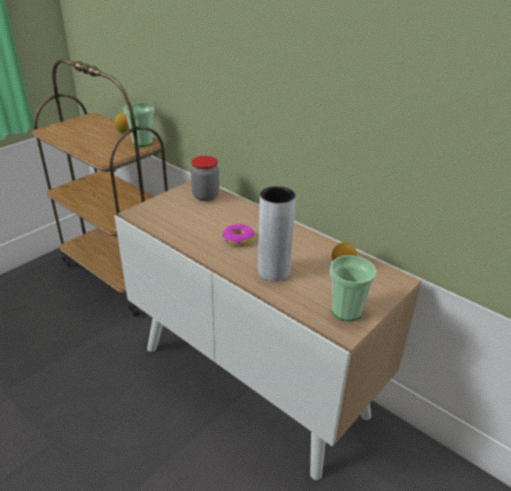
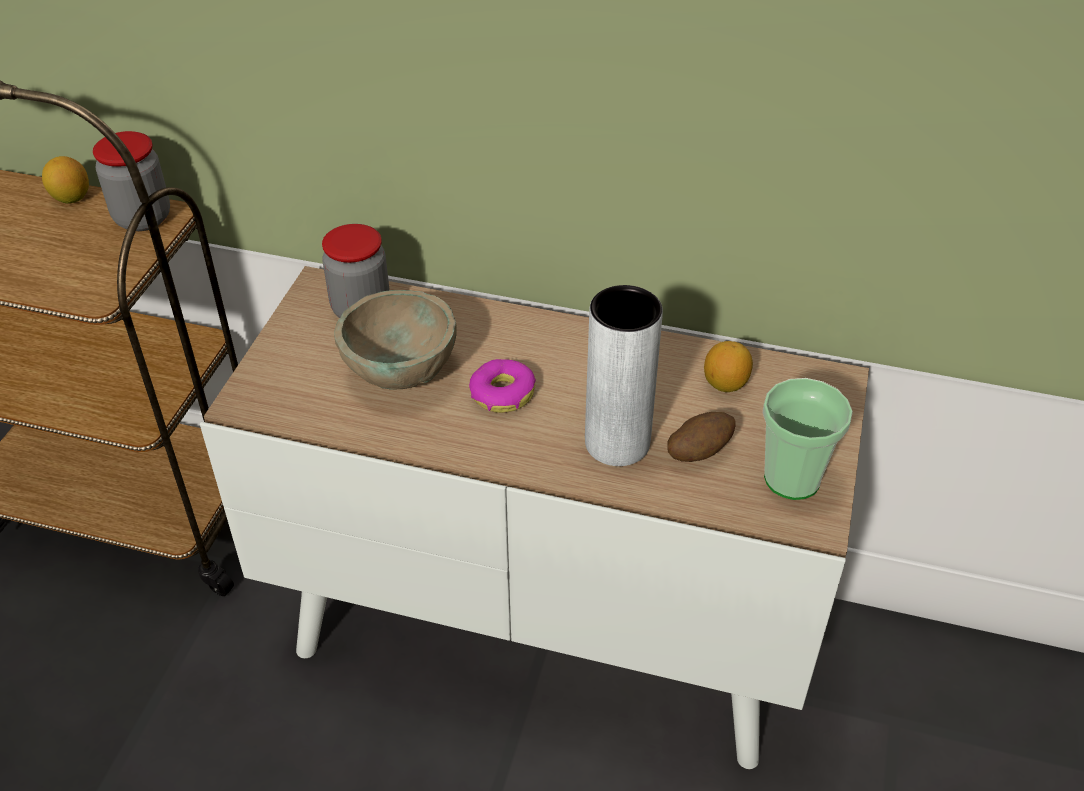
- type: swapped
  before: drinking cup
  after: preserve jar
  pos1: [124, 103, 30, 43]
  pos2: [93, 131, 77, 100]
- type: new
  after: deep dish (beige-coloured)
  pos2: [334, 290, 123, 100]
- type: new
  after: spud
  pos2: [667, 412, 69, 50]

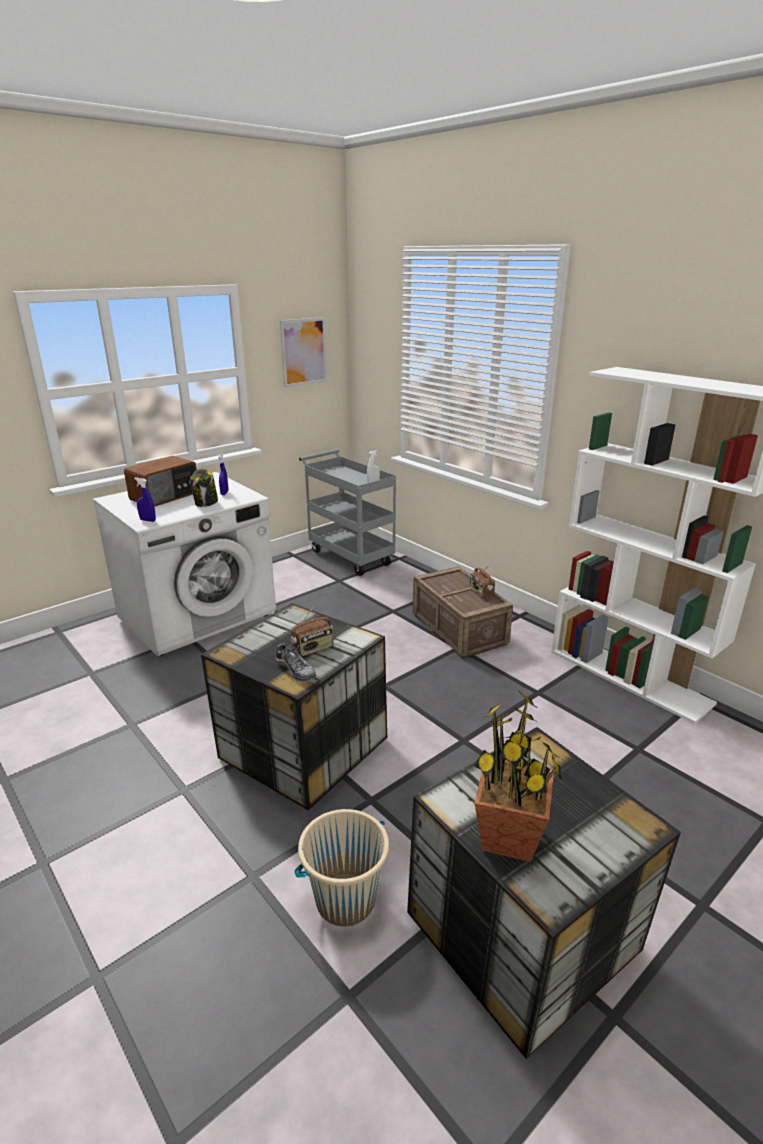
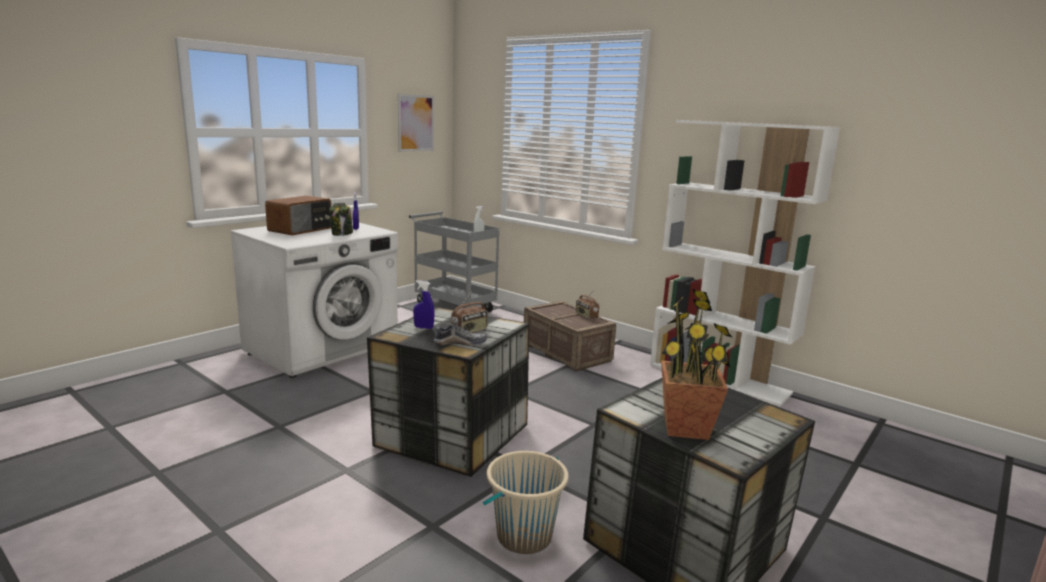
- type: shifted
  before: hand sprayer (bluish)
  pos1: [134, 478, 22, 44]
  pos2: [413, 280, 21, 49]
- type: rotated
  before: low shoe
  pos1: [275, 641, 41, 41]
  pos2: [434, 318, 53, 28]
  turn: -45

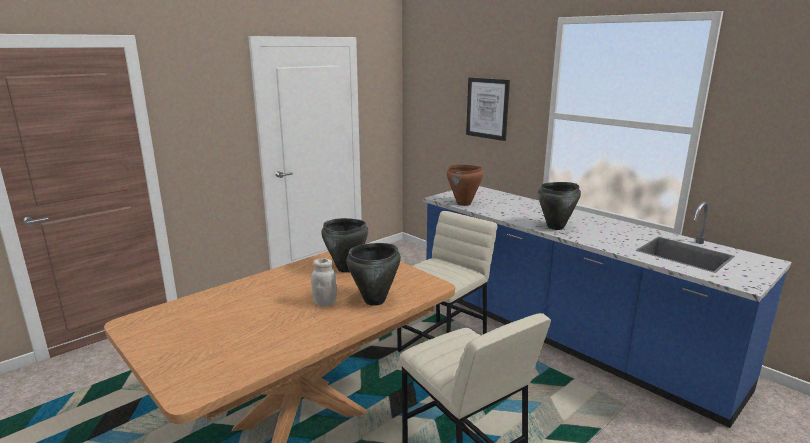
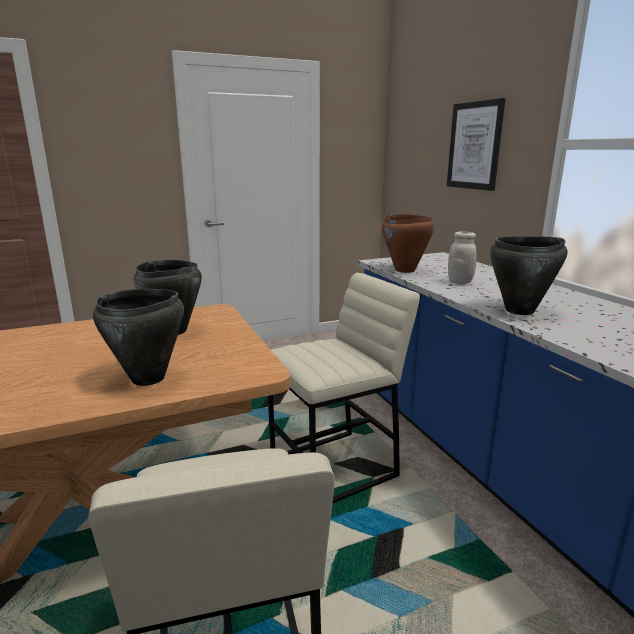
- type: shifted
  before: preserve jar (white)
  pos1: [311, 258, 26, 49]
  pos2: [448, 231, 29, 53]

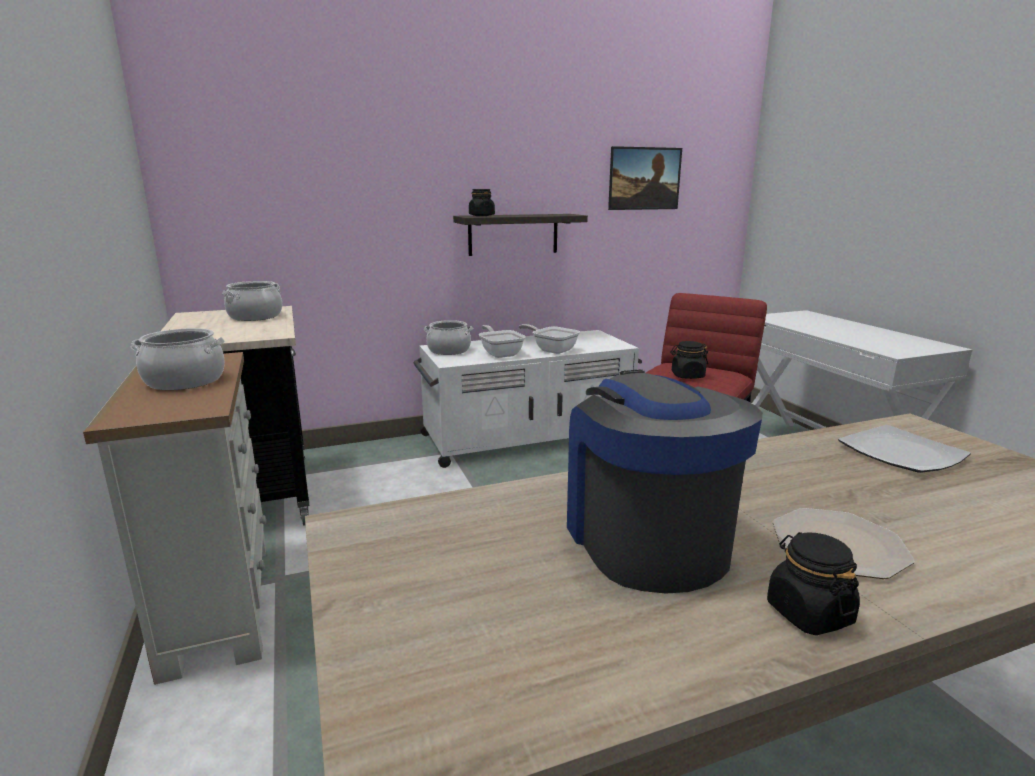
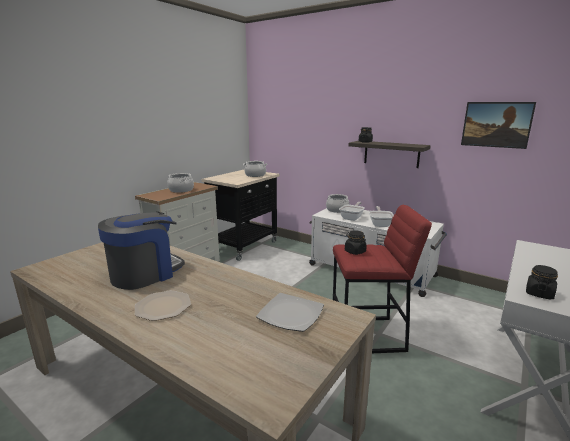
- type: shifted
  before: preserve jar (black)
  pos1: [767, 532, 93, 103]
  pos2: [526, 265, 32, 34]

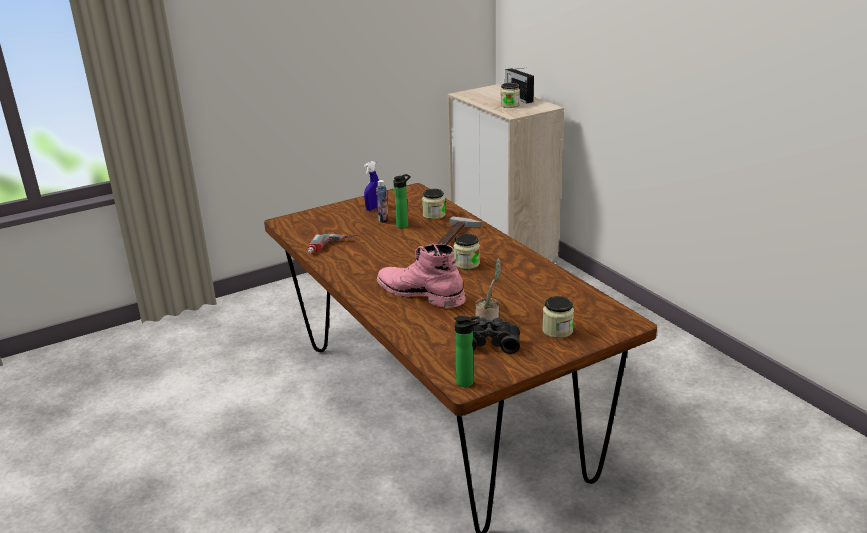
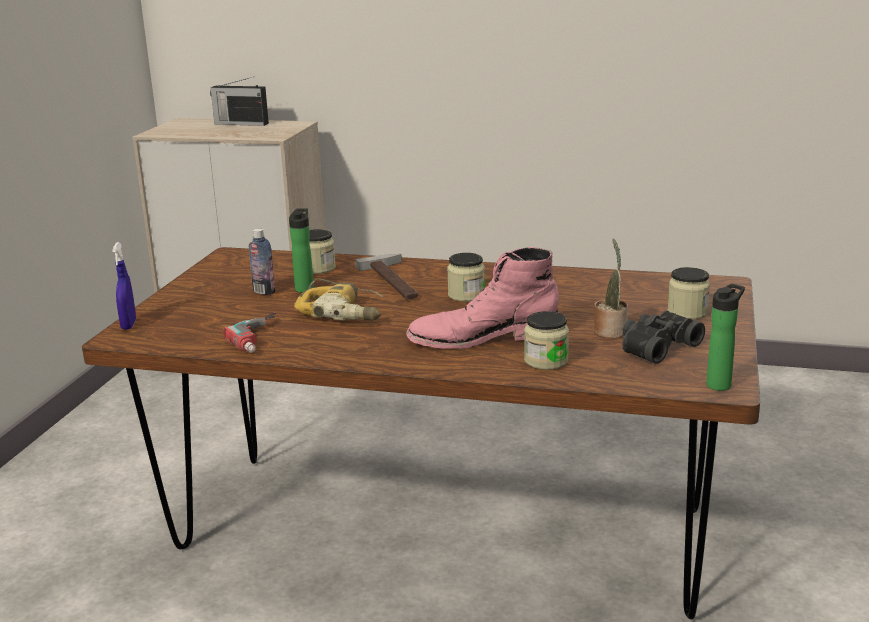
- type: shifted
  before: hand sprayer (bluish)
  pos1: [364, 161, 15, 50]
  pos2: [112, 242, 24, 88]
- type: new
  after: electric drill
  pos2: [294, 279, 89, 42]
- type: shifted
  before: preserve jar
  pos1: [500, 83, 20, 25]
  pos2: [524, 311, 45, 59]

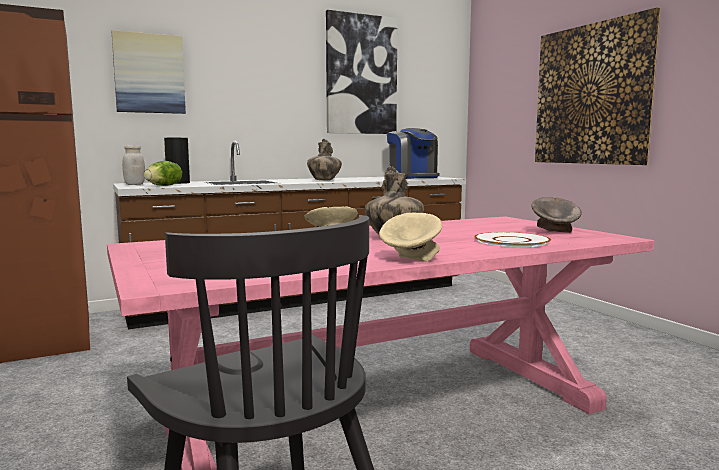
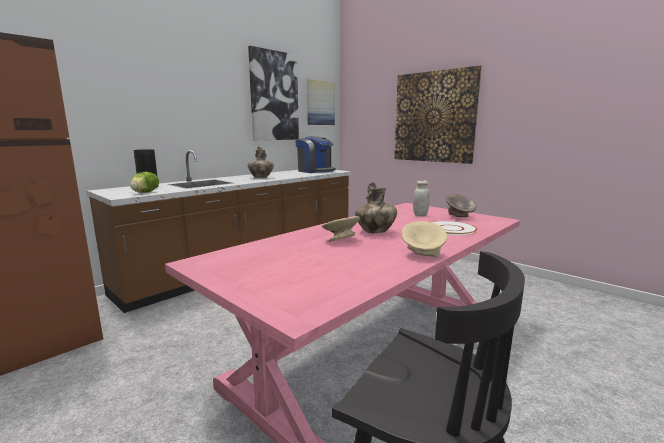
- type: shifted
  before: picture
  pos1: [112, 30, 74, 84]
  pos2: [307, 79, 28, 46]
- type: shifted
  before: preserve jar (white)
  pos1: [122, 145, 23, 40]
  pos2: [413, 180, 16, 36]

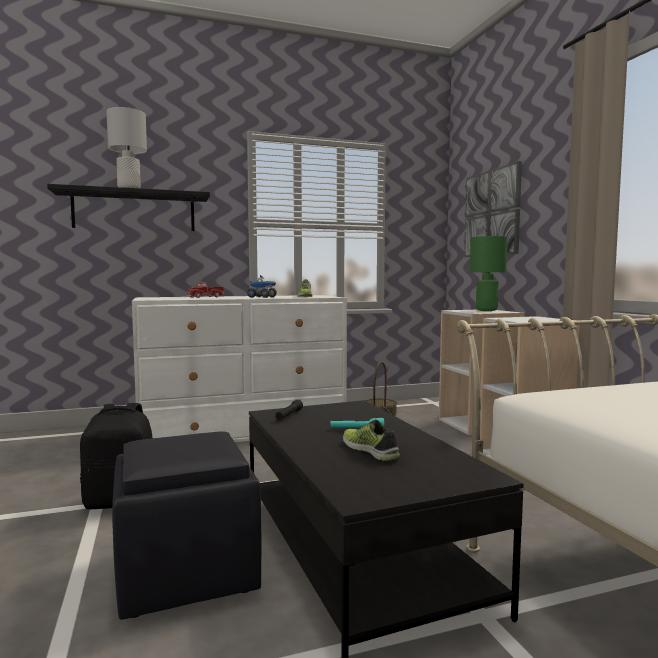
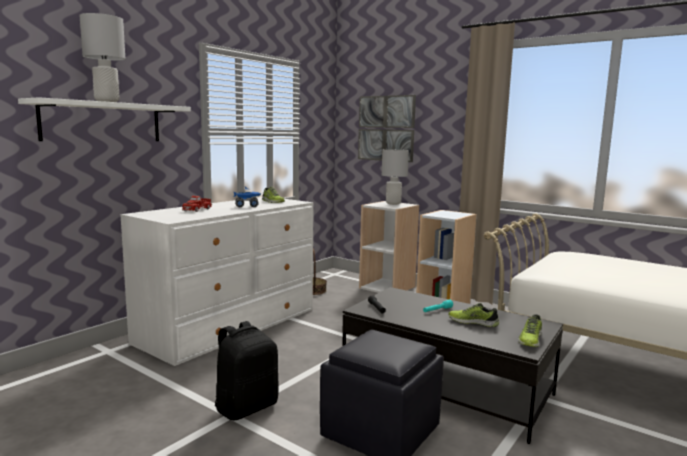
- type: repainted
  before: bracket shelf (black)
  after: bracket shelf (white)
  pos1: [47, 184, 163, 47]
  pos2: [18, 97, 173, 44]
- type: repainted
  before: tabletop lamp (green-coloured)
  after: tabletop lamp (greyish)
  pos1: [470, 236, 38, 75]
  pos2: [382, 149, 27, 56]
- type: new
  after: low shoe
  pos2: [518, 314, 24, 33]

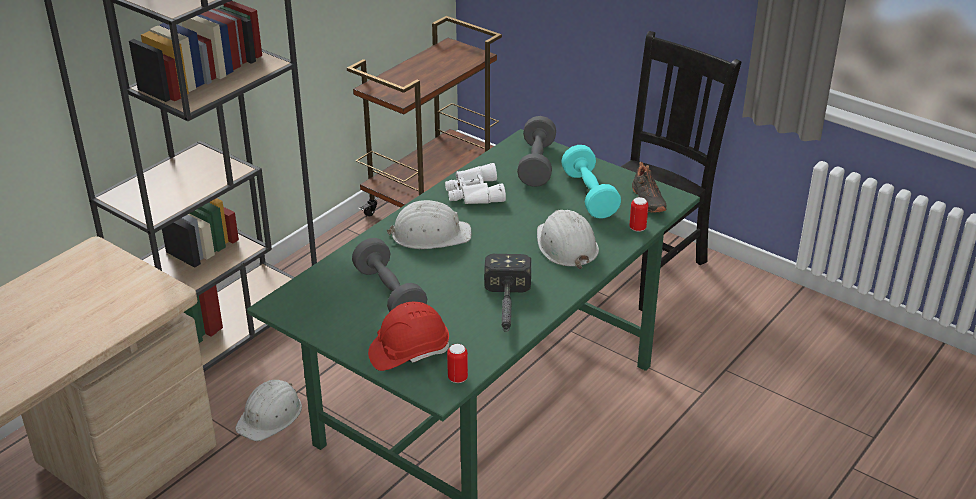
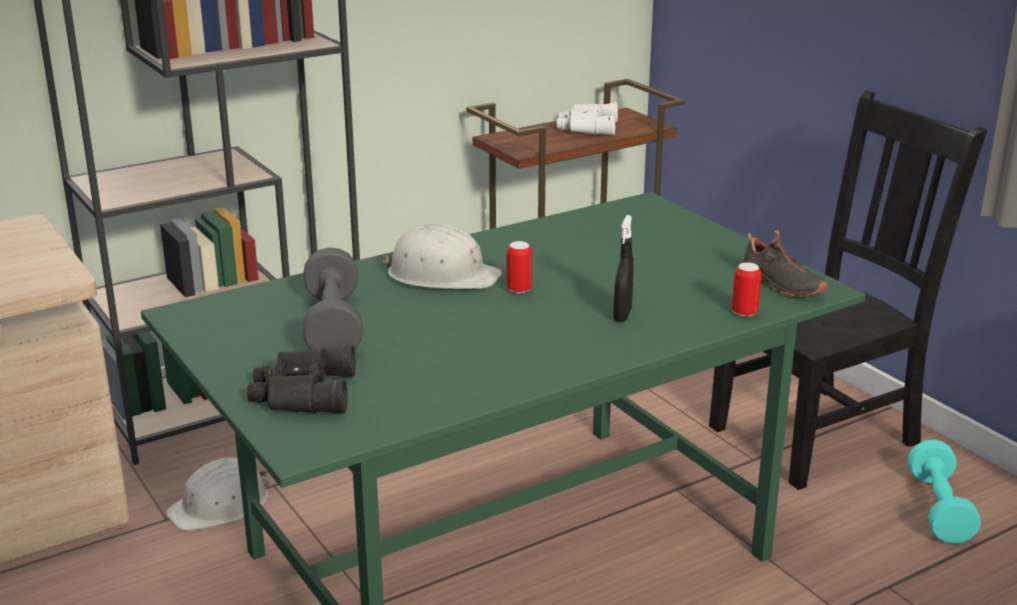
- type: swapped
  before: hard hat (red)
  after: field glasses (black)
  pos1: [368, 302, 81, 69]
  pos2: [247, 344, 109, 69]
- type: shifted
  before: can
  pos1: [447, 344, 21, 39]
  pos2: [507, 241, 25, 53]
- type: shifted
  before: field glasses (white)
  pos1: [445, 163, 61, 41]
  pos2: [557, 103, 61, 32]
- type: swapped
  before: hard hat (white)
  after: hand sprayer (black)
  pos1: [537, 210, 62, 59]
  pos2: [614, 215, 19, 107]
- type: rotated
  before: low shoe (black)
  pos1: [632, 162, 34, 50]
  pos2: [742, 230, 85, 67]
  turn: -45
- type: shifted
  before: hand weight (turquoise-coloured)
  pos1: [561, 145, 60, 73]
  pos2: [908, 440, 73, 104]
- type: gone
  before: hand hammer
  pos1: [484, 254, 47, 78]
- type: gone
  before: hand weight (greyish)
  pos1: [517, 116, 39, 71]

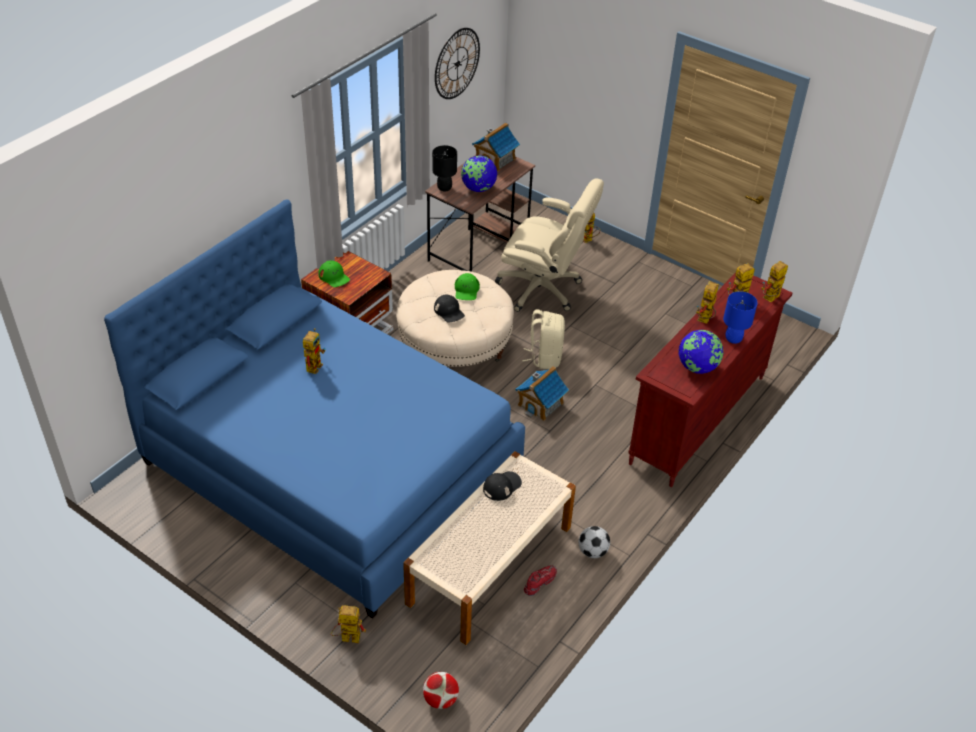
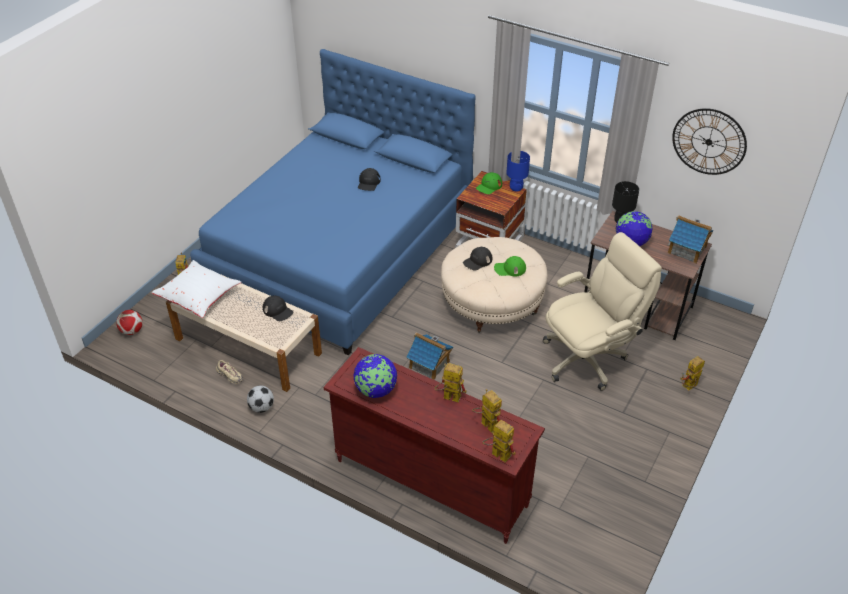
- type: new
  after: cushion (white)
  pos2: [152, 260, 89, 58]
- type: repainted
  before: low shoe (red)
  after: low shoe (beige-coloured)
  pos1: [524, 566, 33, 30]
  pos2: [216, 360, 27, 24]
- type: swapped
  before: robot figure
  after: cap (black)
  pos1: [303, 328, 22, 46]
  pos2: [358, 168, 23, 23]
- type: shifted
  before: tabletop lamp (bluish)
  pos1: [723, 291, 35, 53]
  pos2: [506, 151, 24, 41]
- type: rotated
  before: desk chair (beige-coloured)
  pos1: [495, 179, 109, 133]
  pos2: [543, 232, 119, 159]
  turn: -135
- type: gone
  before: backpack (beige-coloured)
  pos1: [522, 310, 43, 59]

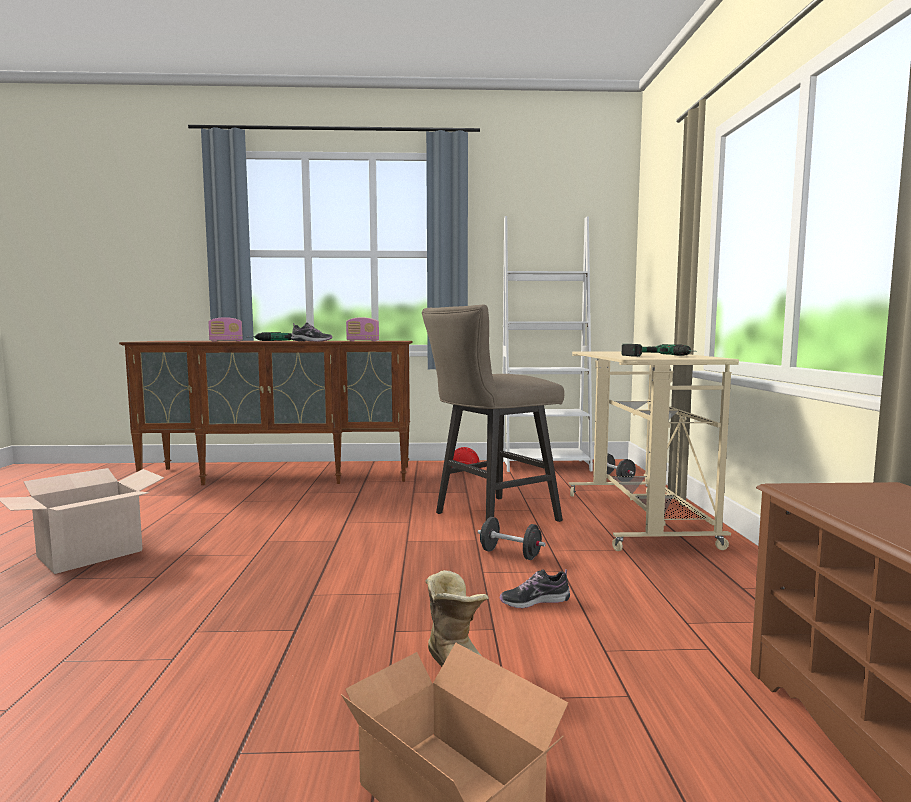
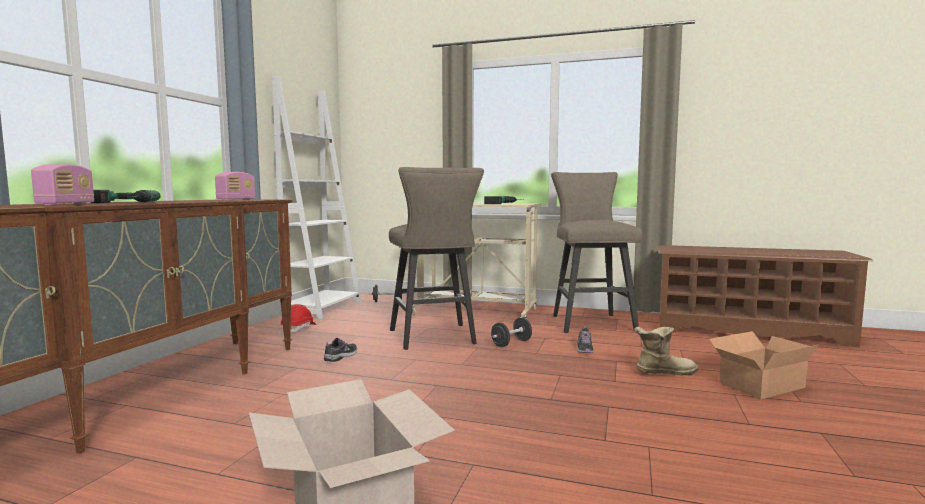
- type: shifted
  before: low shoe
  pos1: [291, 322, 41, 20]
  pos2: [324, 338, 33, 24]
- type: new
  after: sitting stool (beige-coloured)
  pos2: [551, 172, 91, 161]

